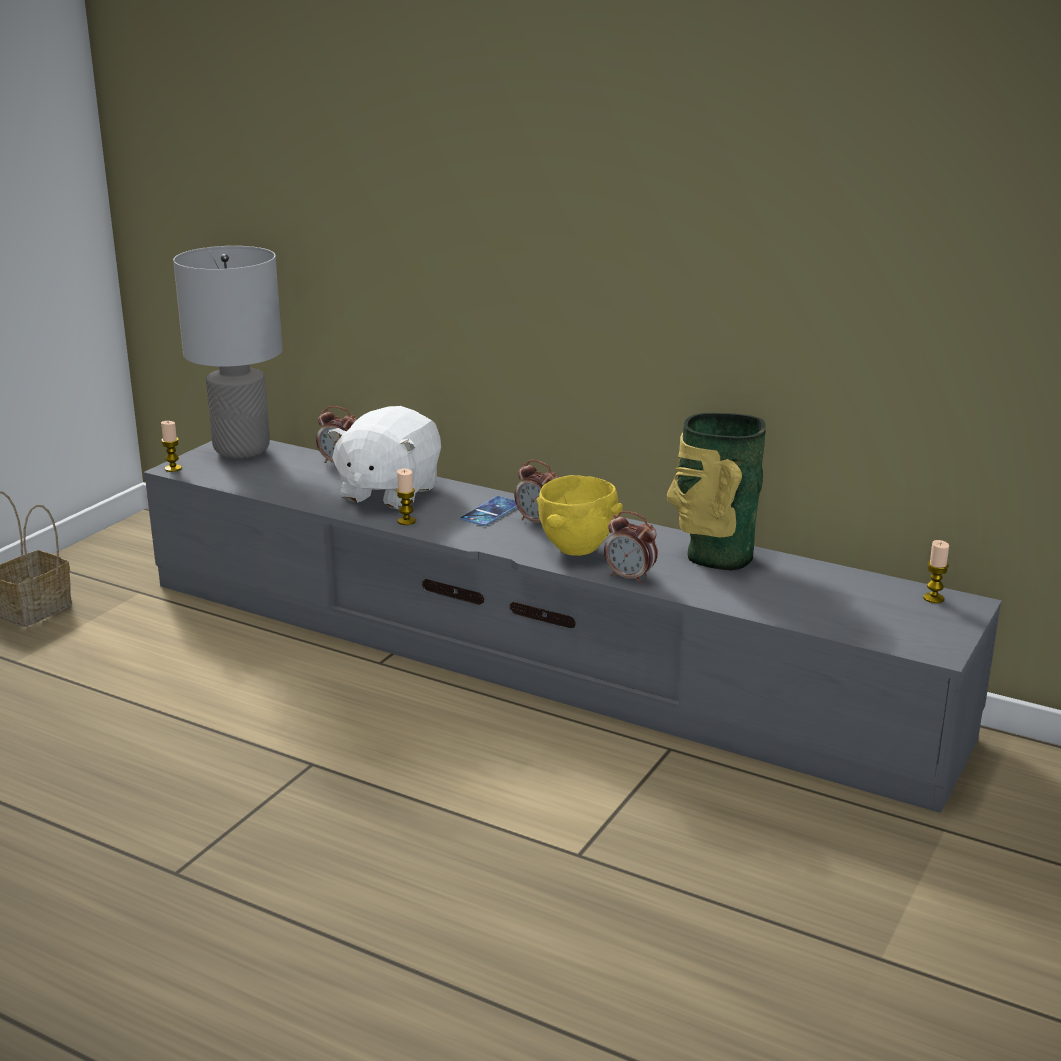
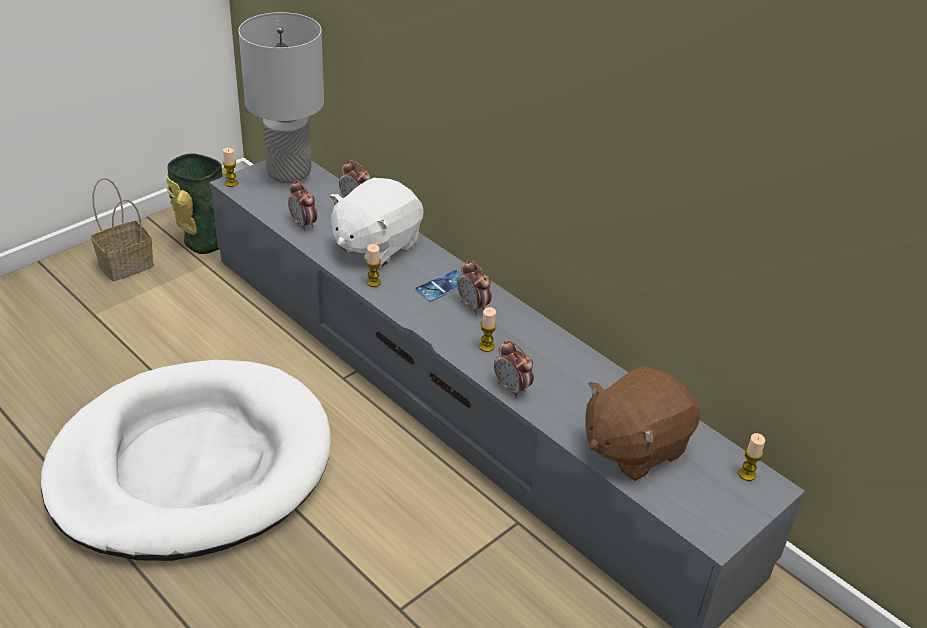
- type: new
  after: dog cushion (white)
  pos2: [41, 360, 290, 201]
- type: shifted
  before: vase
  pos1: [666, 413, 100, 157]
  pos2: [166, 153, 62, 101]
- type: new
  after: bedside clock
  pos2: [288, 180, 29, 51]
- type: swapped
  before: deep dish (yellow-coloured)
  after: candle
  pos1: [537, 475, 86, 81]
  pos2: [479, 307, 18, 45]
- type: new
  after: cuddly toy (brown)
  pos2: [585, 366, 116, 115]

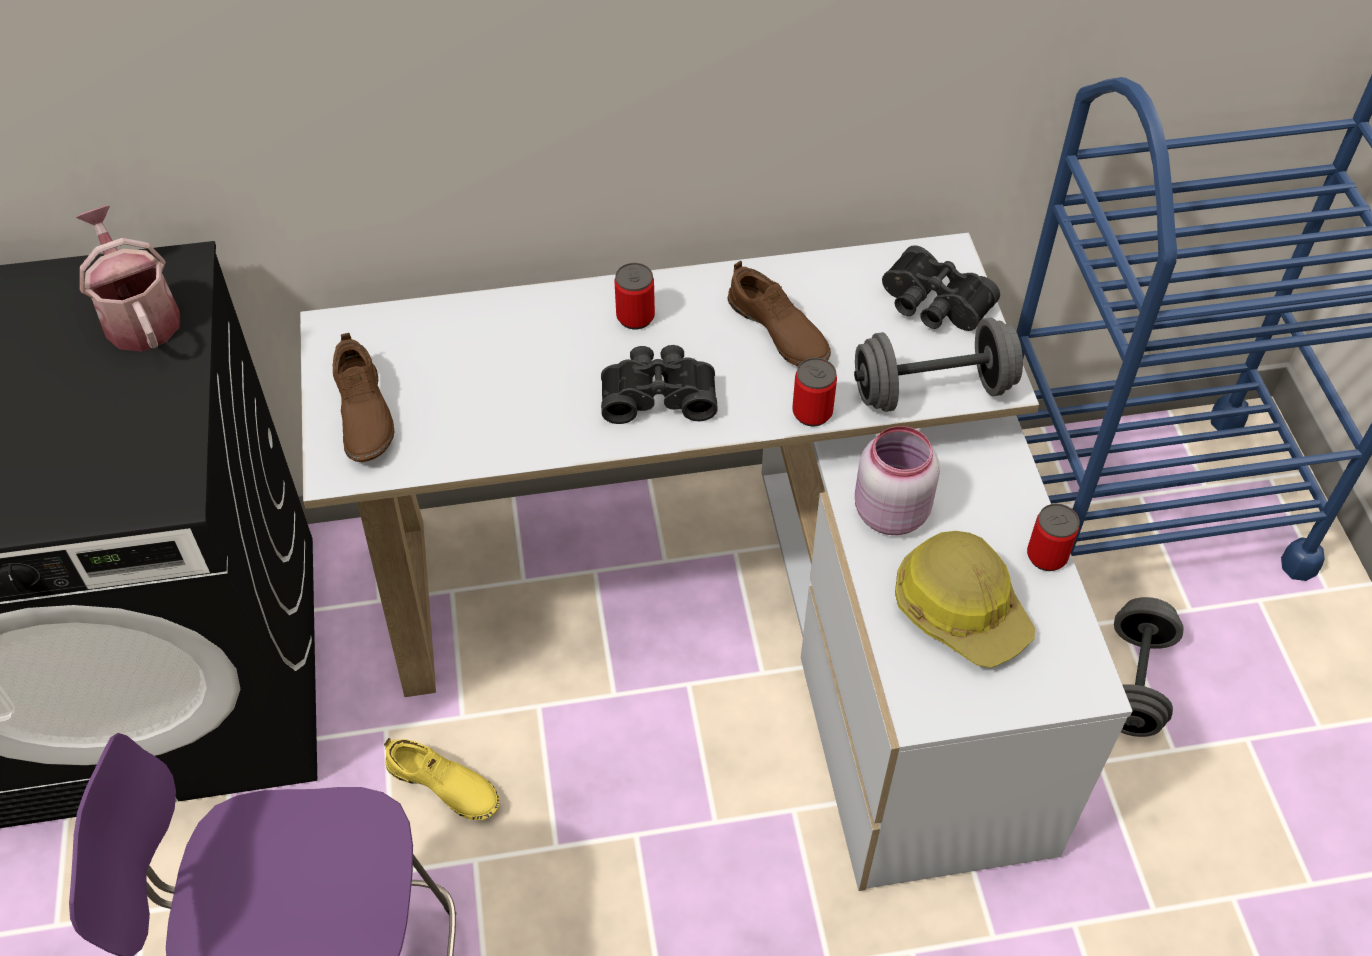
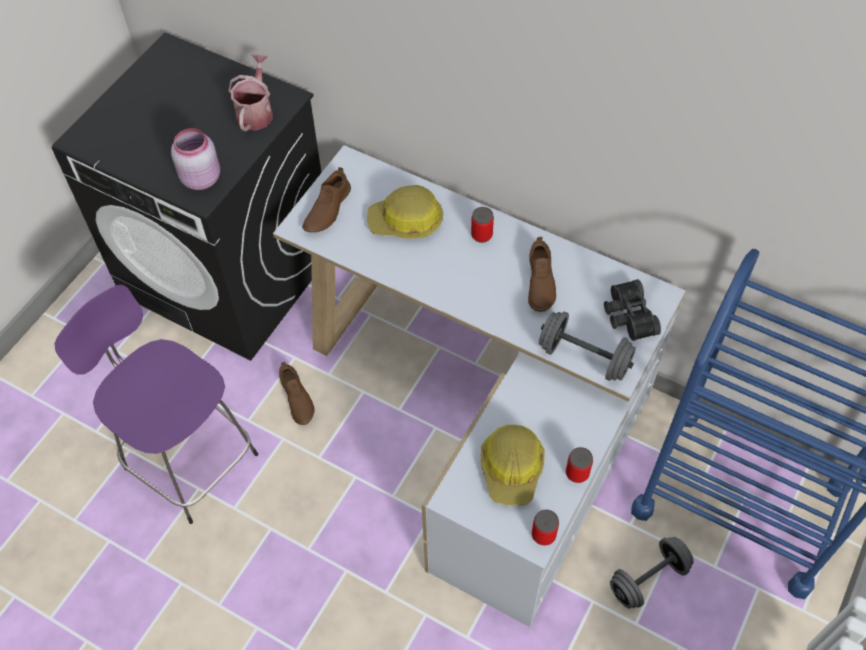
- type: shifted
  before: preserve jar (pink-coloured)
  pos1: [855, 426, 85, 109]
  pos2: [171, 128, 49, 62]
- type: repainted
  before: low shoe (yellow-coloured)
  after: low shoe (brown)
  pos1: [384, 738, 116, 82]
  pos2: [279, 362, 36, 63]
- type: new
  after: hard hat
  pos2: [367, 185, 76, 53]
- type: shifted
  before: can
  pos1: [792, 358, 45, 68]
  pos2: [532, 509, 27, 36]
- type: gone
  before: field glasses (black)
  pos1: [601, 345, 117, 79]

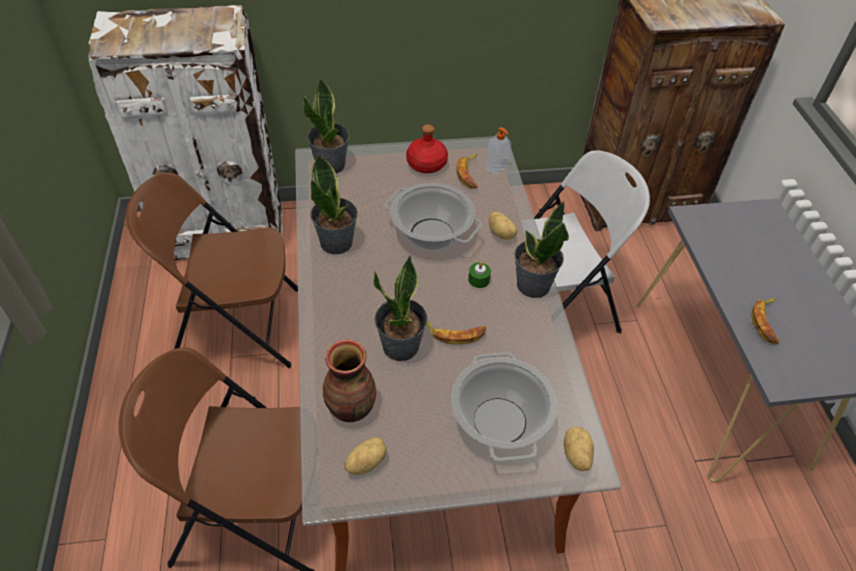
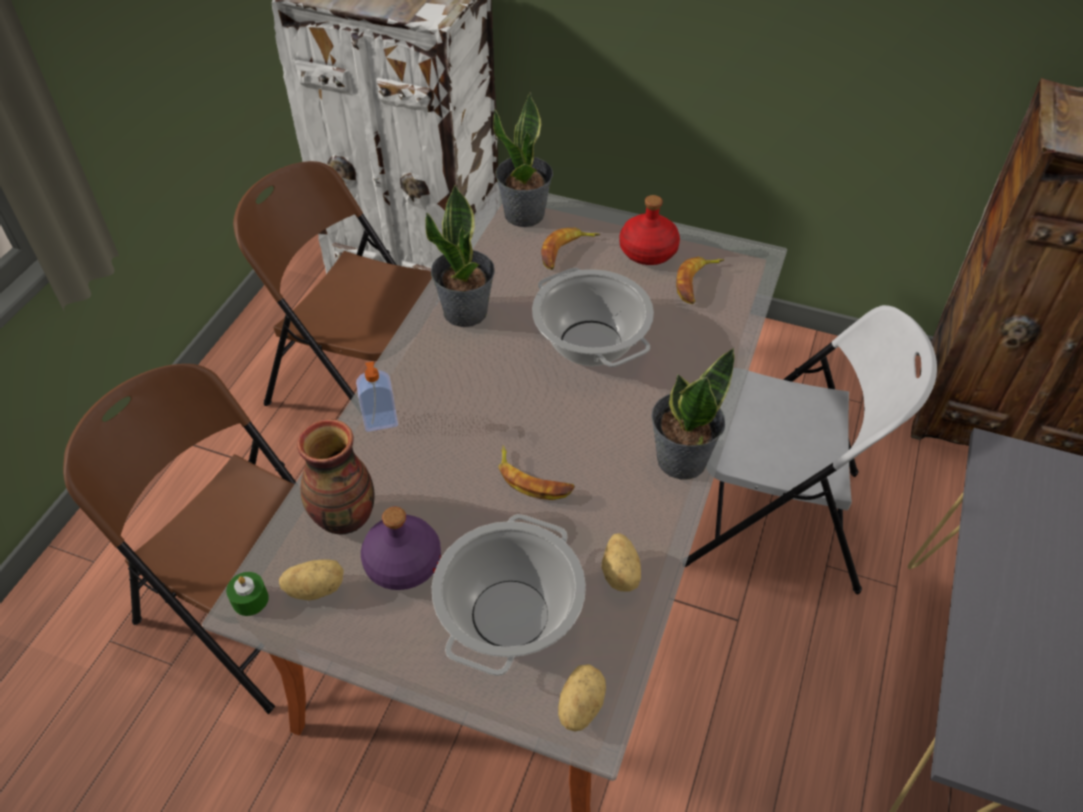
- type: shifted
  before: candle (green-coloured)
  pos1: [468, 262, 23, 26]
  pos2: [226, 572, 43, 44]
- type: shifted
  before: liquid soap bottle
  pos1: [485, 127, 26, 48]
  pos2: [356, 361, 42, 71]
- type: new
  after: drink bottle (purplish)
  pos2: [361, 507, 80, 83]
- type: shifted
  before: whole banana
  pos1: [752, 298, 27, 46]
  pos2: [541, 228, 59, 42]
- type: shifted
  before: spud
  pos1: [489, 212, 28, 28]
  pos2: [602, 533, 39, 59]
- type: gone
  before: houseplant
  pos1: [373, 255, 55, 106]

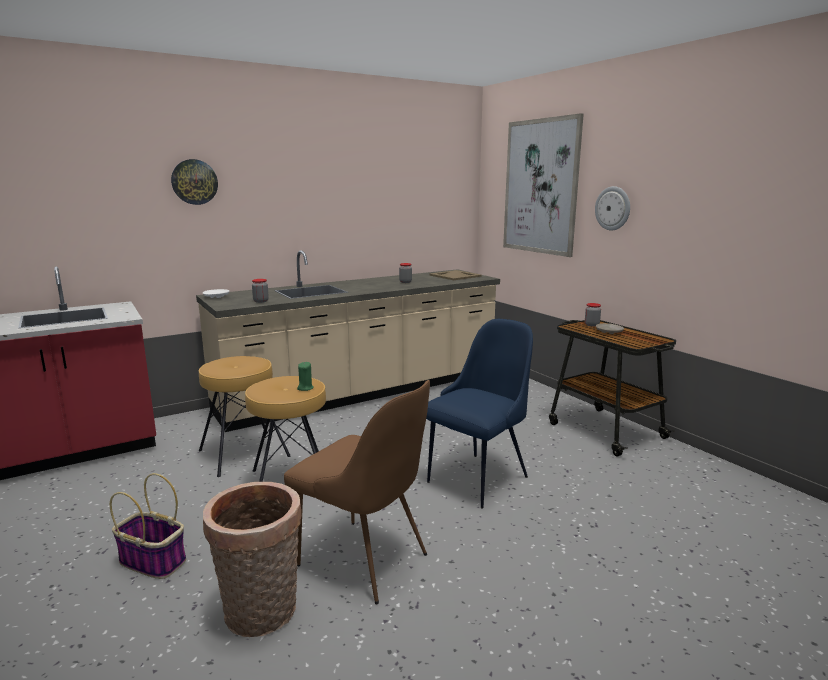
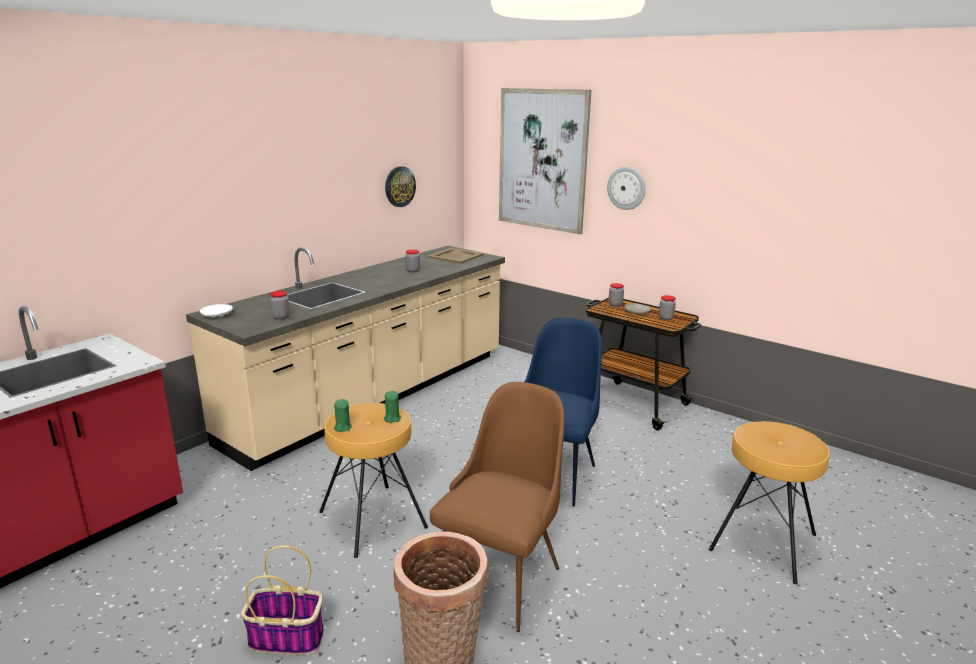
- type: new
  after: candle (green-coloured)
  pos2: [334, 399, 18, 33]
- type: shifted
  before: wall clock
  pos1: [171, 159, 47, 46]
  pos2: [385, 166, 31, 41]
- type: rotated
  before: plain chair (brown)
  pos1: [284, 380, 146, 225]
  pos2: [430, 382, 134, 250]
  turn: -75
- type: new
  after: preserve jar
  pos2: [659, 295, 17, 25]
- type: shifted
  before: sitting stool (brown)
  pos1: [199, 356, 91, 121]
  pos2: [709, 421, 121, 163]

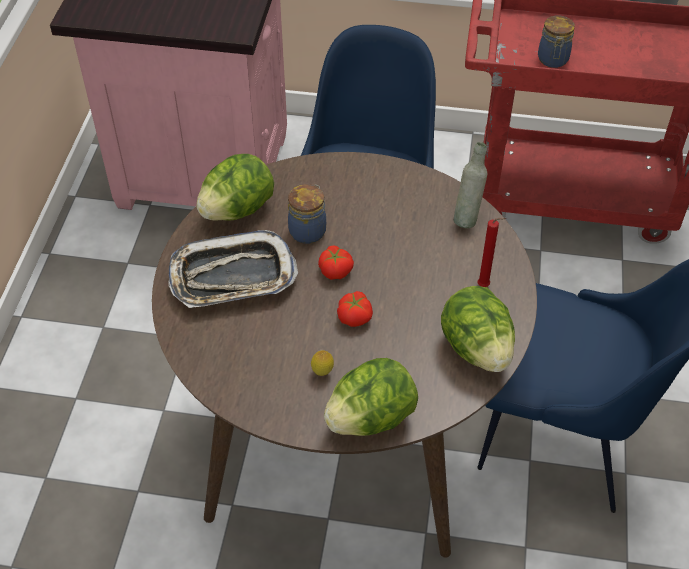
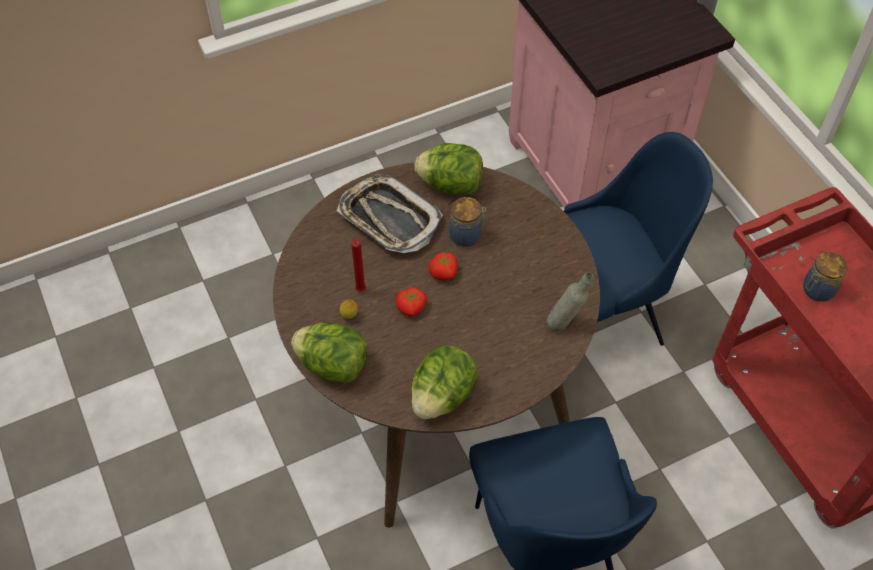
- type: shifted
  before: candle (red)
  pos1: [478, 218, 28, 69]
  pos2: [351, 240, 15, 52]

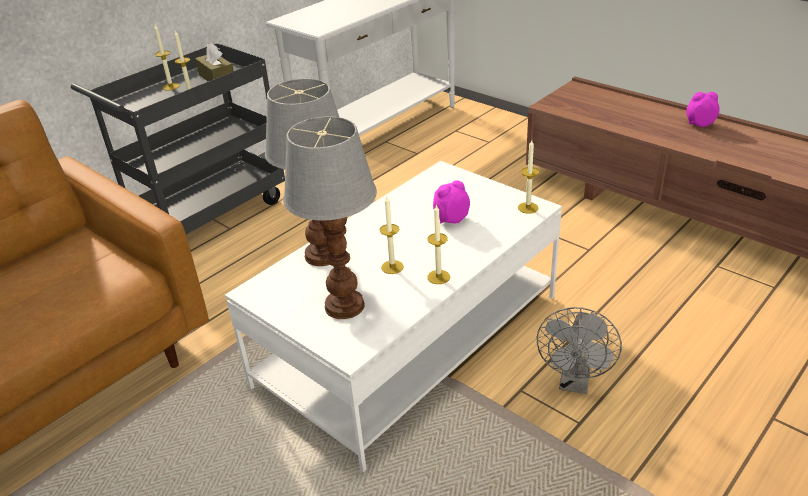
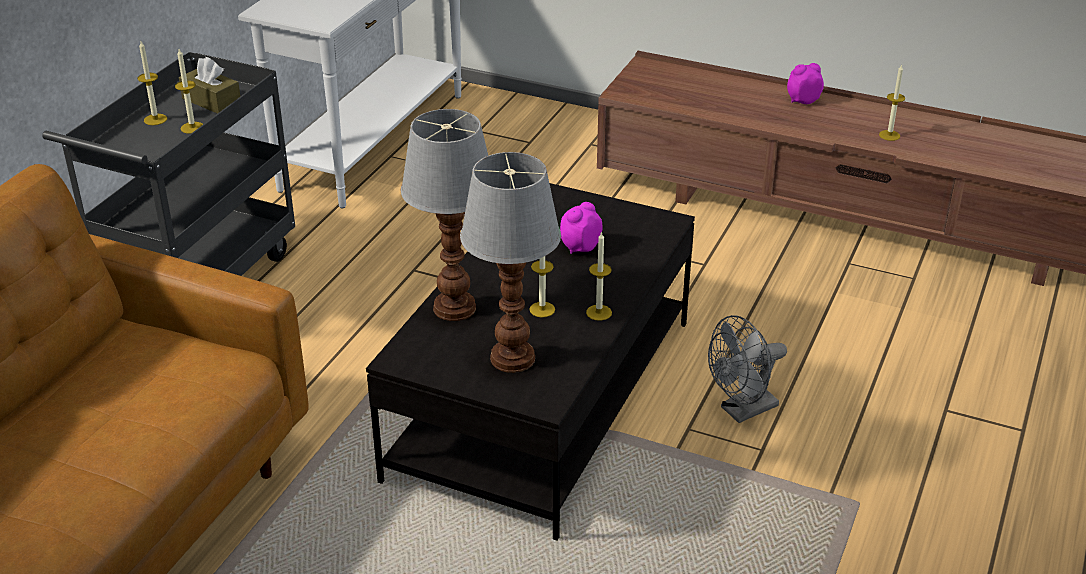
- type: repainted
  before: lounge table (white)
  after: lounge table (black)
  pos1: [225, 161, 337, 311]
  pos2: [366, 183, 329, 358]
- type: rotated
  before: cooling fan (greyish)
  pos1: [537, 307, 85, 87]
  pos2: [708, 315, 79, 108]
  turn: 60
- type: shifted
  before: candle
  pos1: [518, 140, 21, 74]
  pos2: [879, 64, 26, 77]

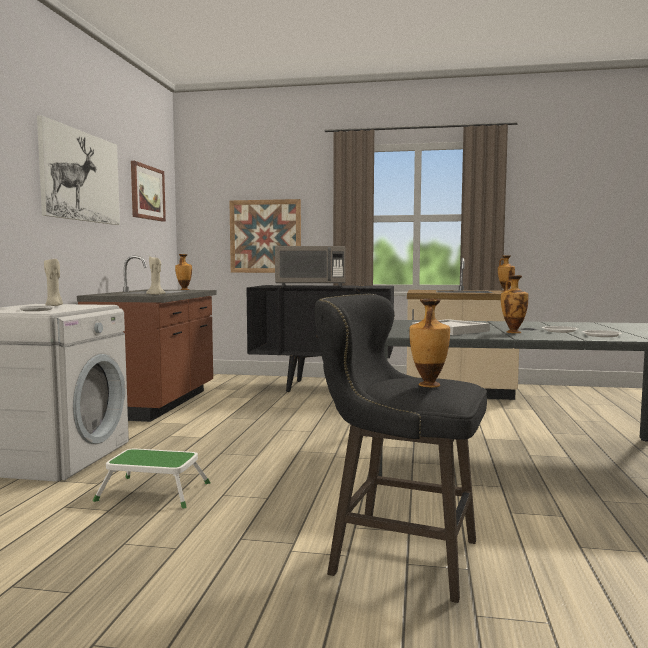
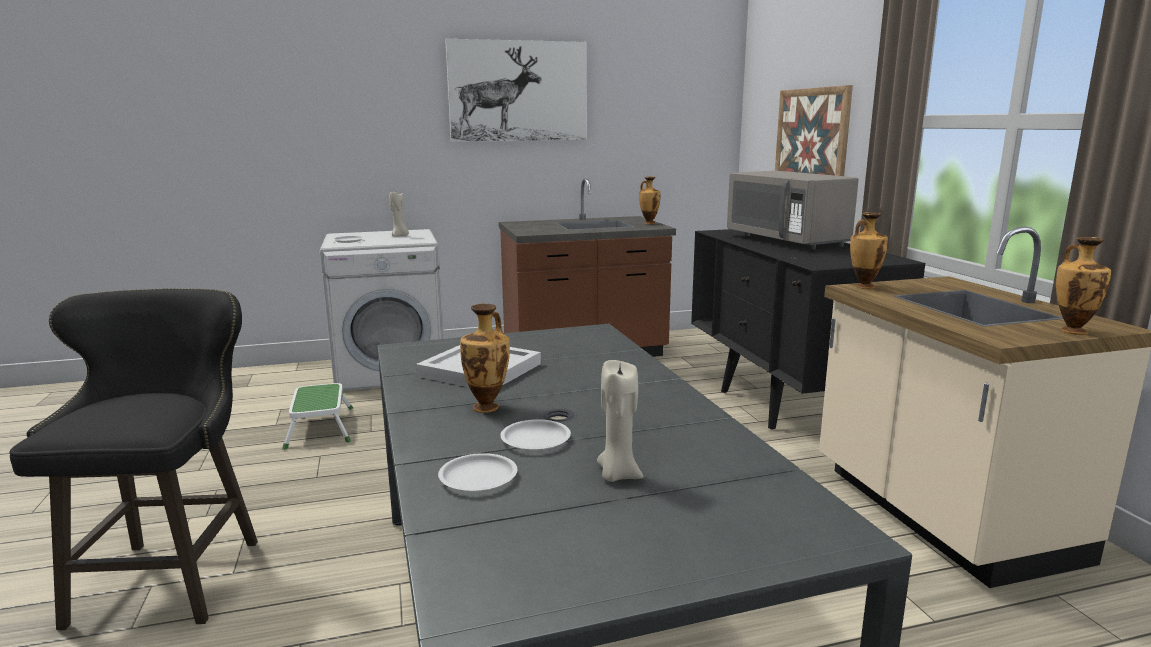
- type: shifted
  before: candle (beige-coloured)
  pos1: [146, 256, 20, 39]
  pos2: [597, 360, 46, 122]
- type: shifted
  before: vase
  pos1: [409, 299, 41, 88]
  pos2: [850, 212, 38, 77]
- type: gone
  before: picture
  pos1: [131, 161, 35, 61]

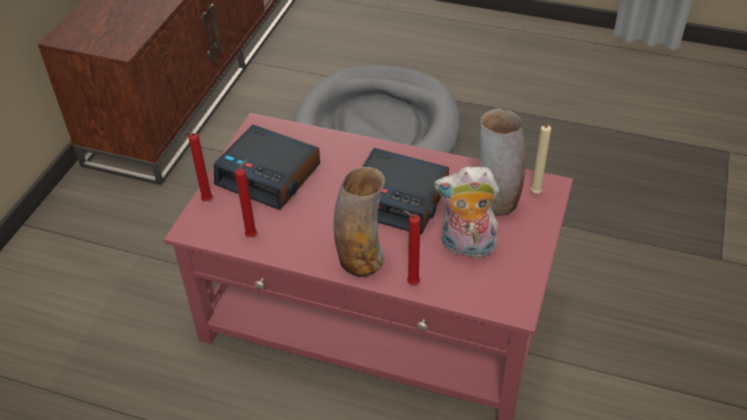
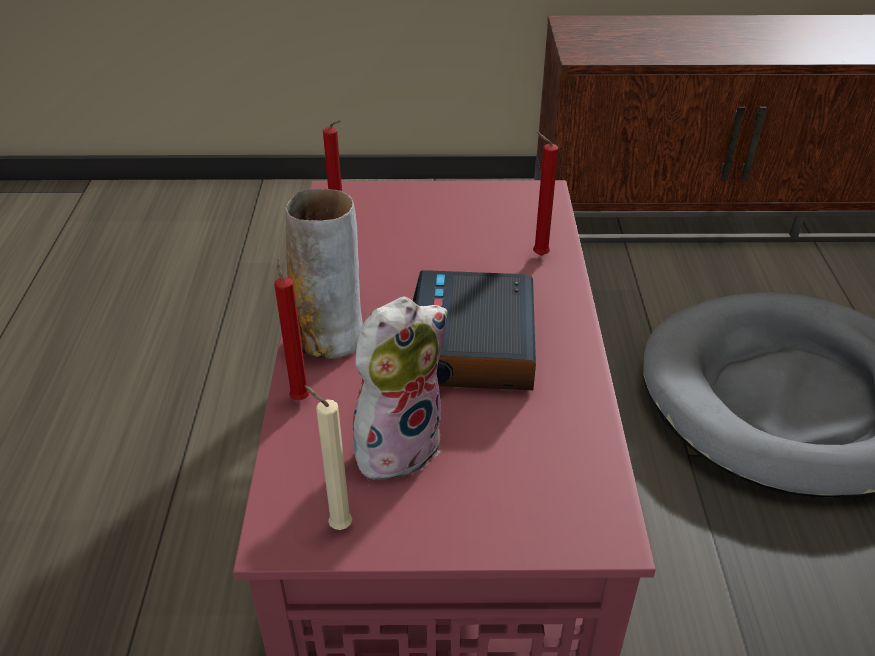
- type: shifted
  before: candle (beige-coloured)
  pos1: [530, 125, 21, 69]
  pos2: [304, 385, 48, 145]
- type: rotated
  before: cuddly toy
  pos1: [434, 167, 65, 91]
  pos2: [353, 297, 95, 187]
  turn: 60
- type: shifted
  before: candle (red)
  pos1: [185, 133, 28, 68]
  pos2: [533, 132, 25, 124]
- type: gone
  before: bedside clock
  pos1: [214, 125, 106, 85]
- type: gone
  before: vase
  pos1: [480, 109, 46, 107]

